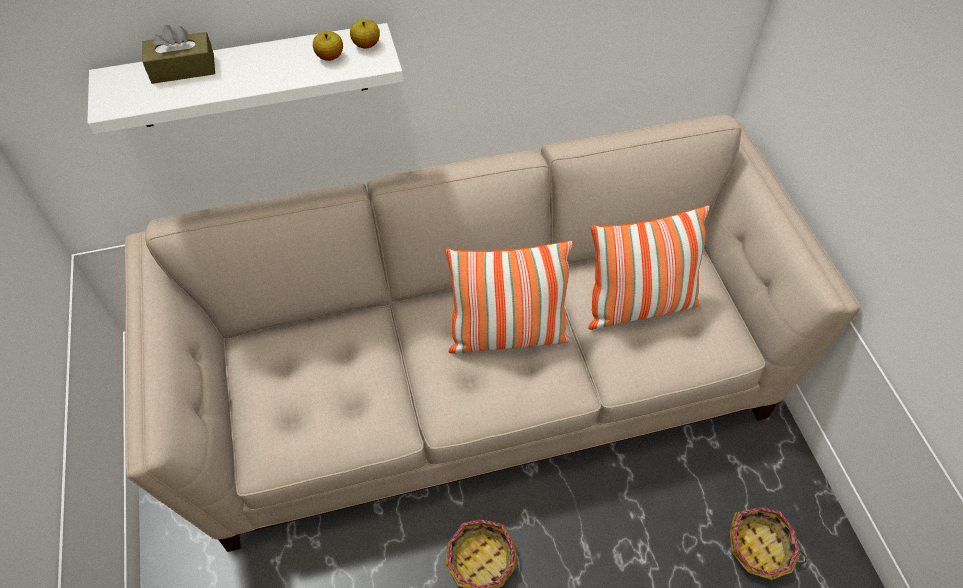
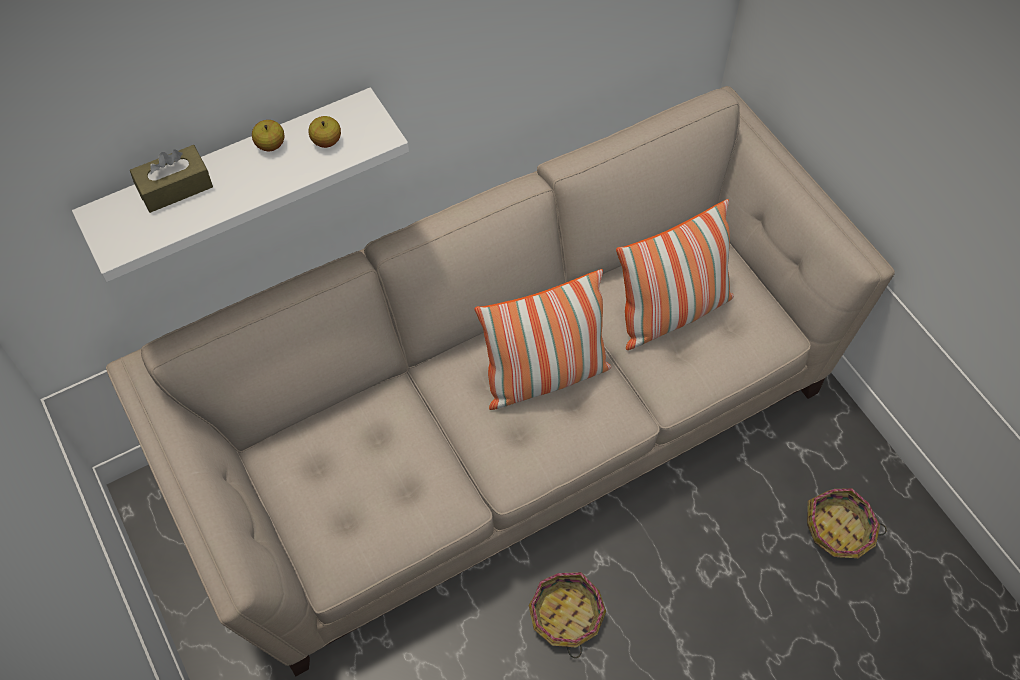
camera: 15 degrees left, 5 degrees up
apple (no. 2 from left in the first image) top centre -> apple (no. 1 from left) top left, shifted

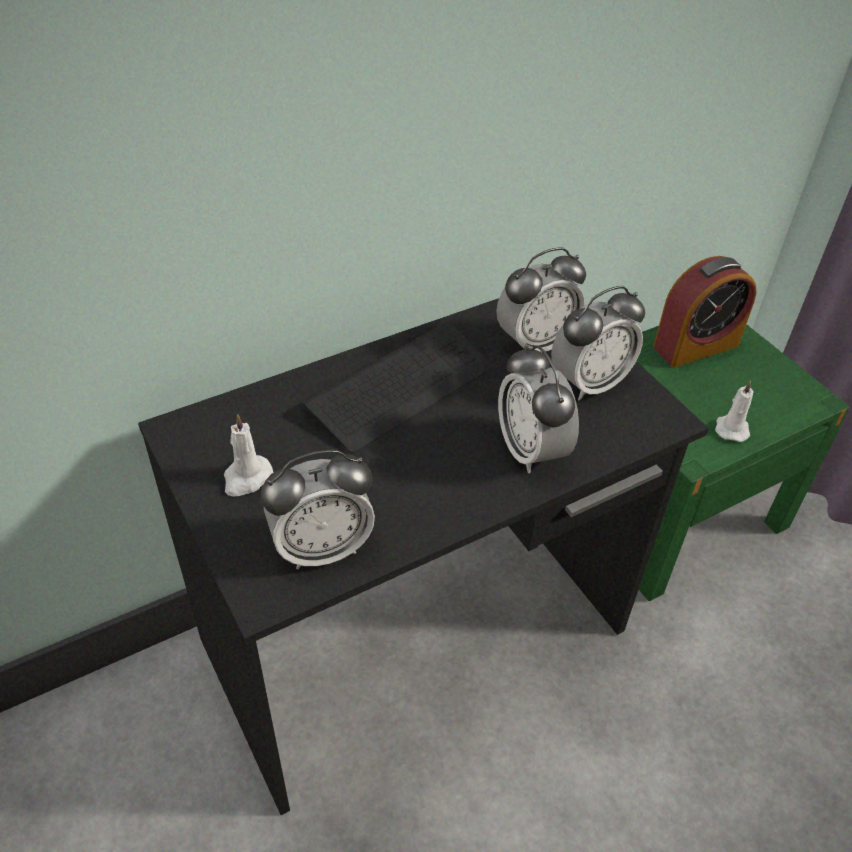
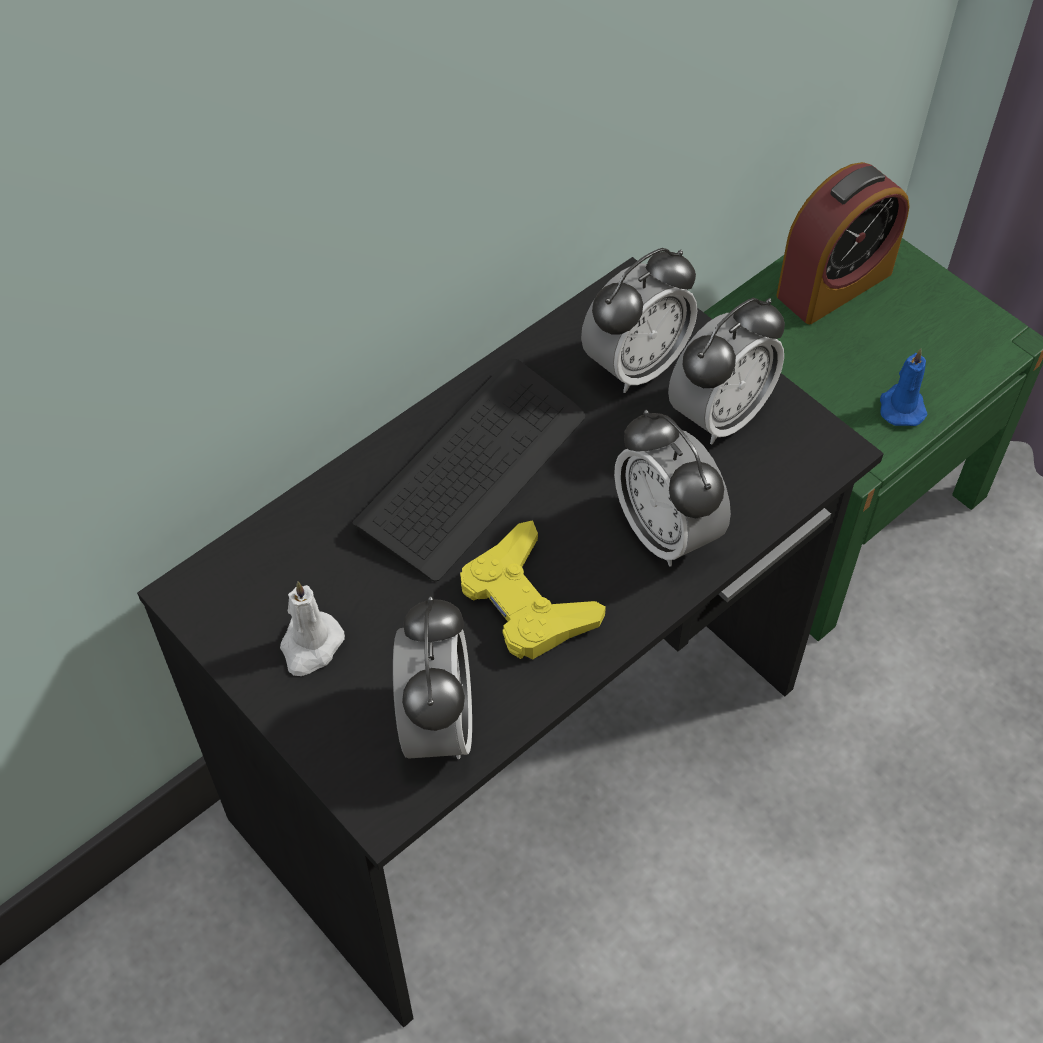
camera: 10 degrees left, 10 degrees up
alarm clock (no. 1 from left) centre, 60 degrees counterclockwise
candle (white) (no. 2 from left) middle right -> candle (blue) middle right
none -> game controller (yellow) centre

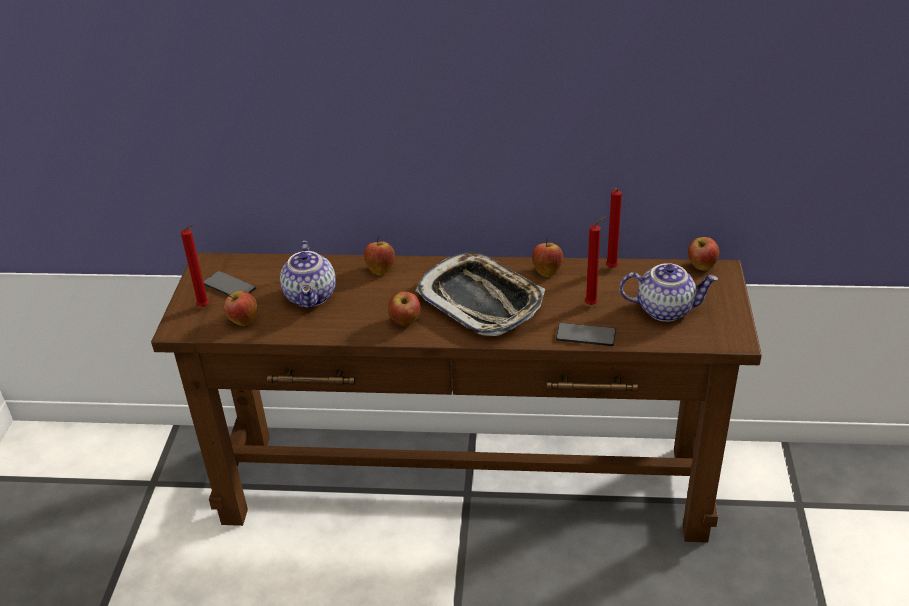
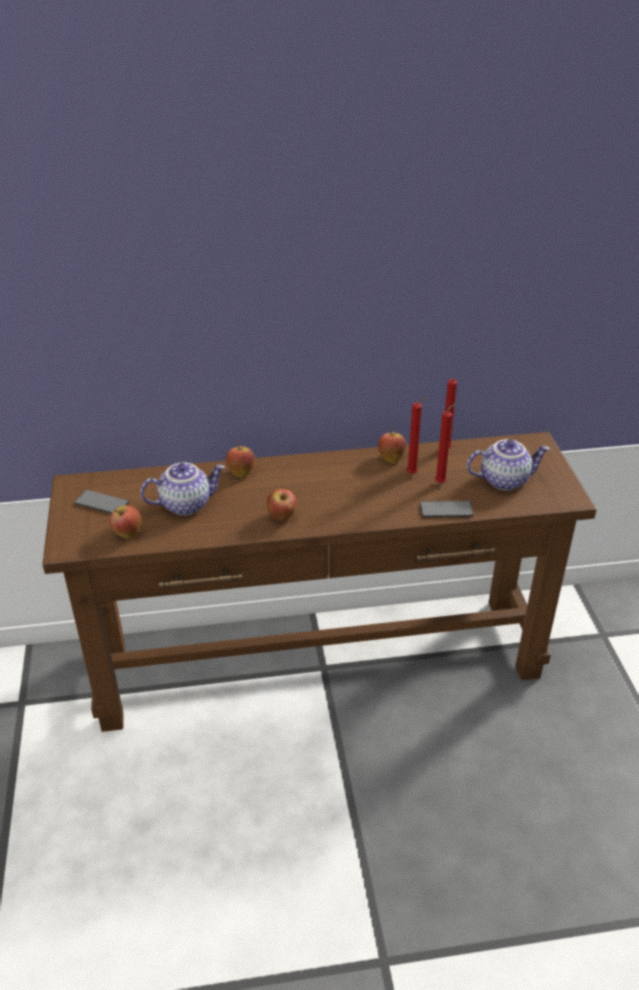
camera: 15 degrees left, 0 degrees up
candle (red) (no. 1 from left) middle left -> candle (red) (no. 1 from left) centre, shifted
teapot (no. 1 from left) centre -> teapot (no. 1 from left) middle left, 90 degrees counterclockwise
tray centre -> none
apple (no. 5 from left) middle right -> none

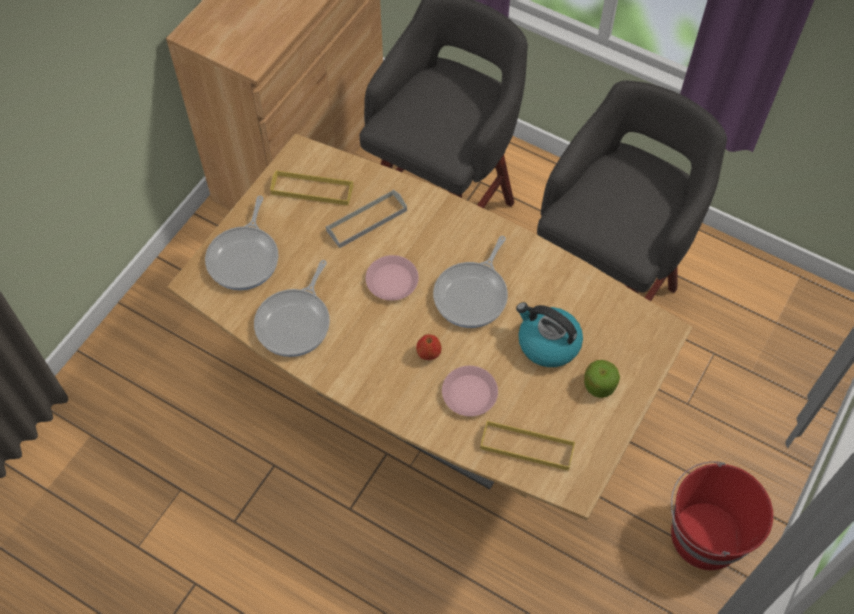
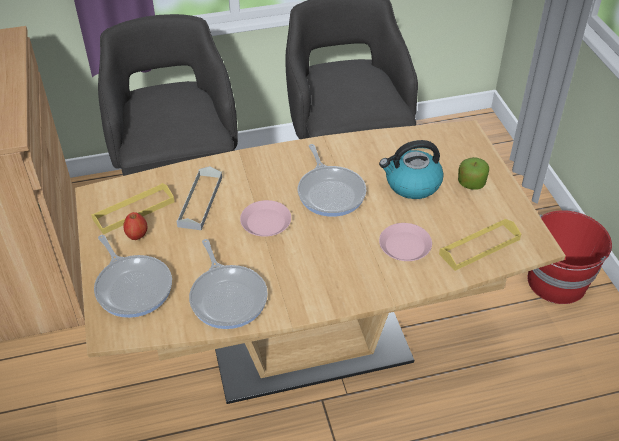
camera: 45 degrees left, 15 degrees down
apple (no. 1 from left) centre -> apple (no. 1 from left) middle left, shifted

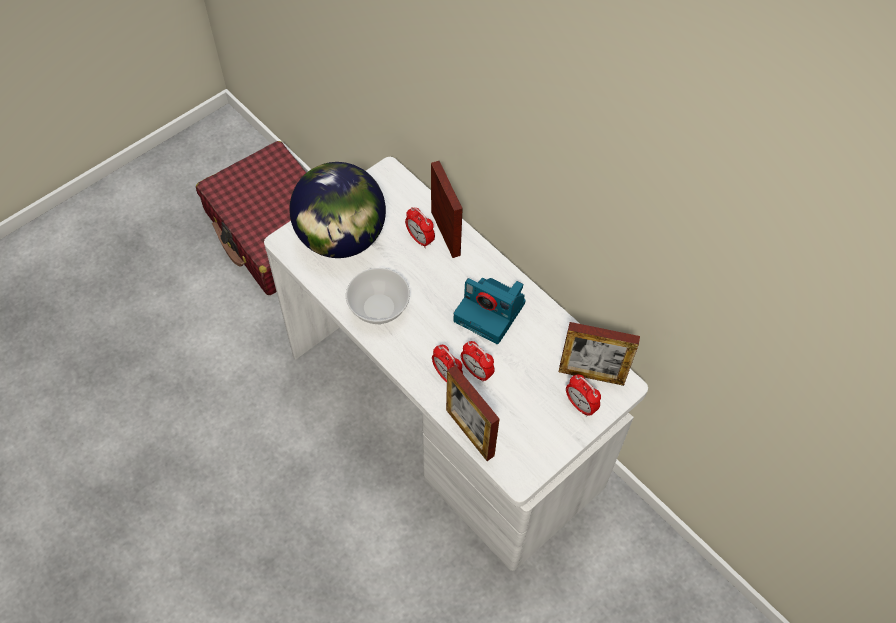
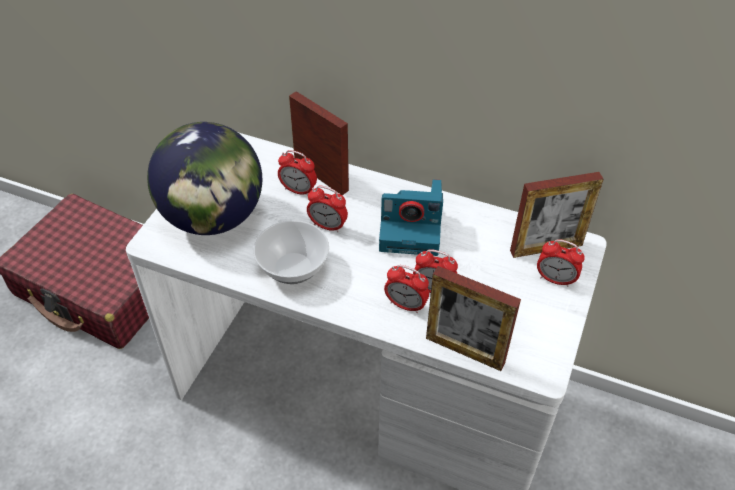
camera: 25 degrees left, 10 degrees down
none -> alarm clock (no. 2 from left) centre

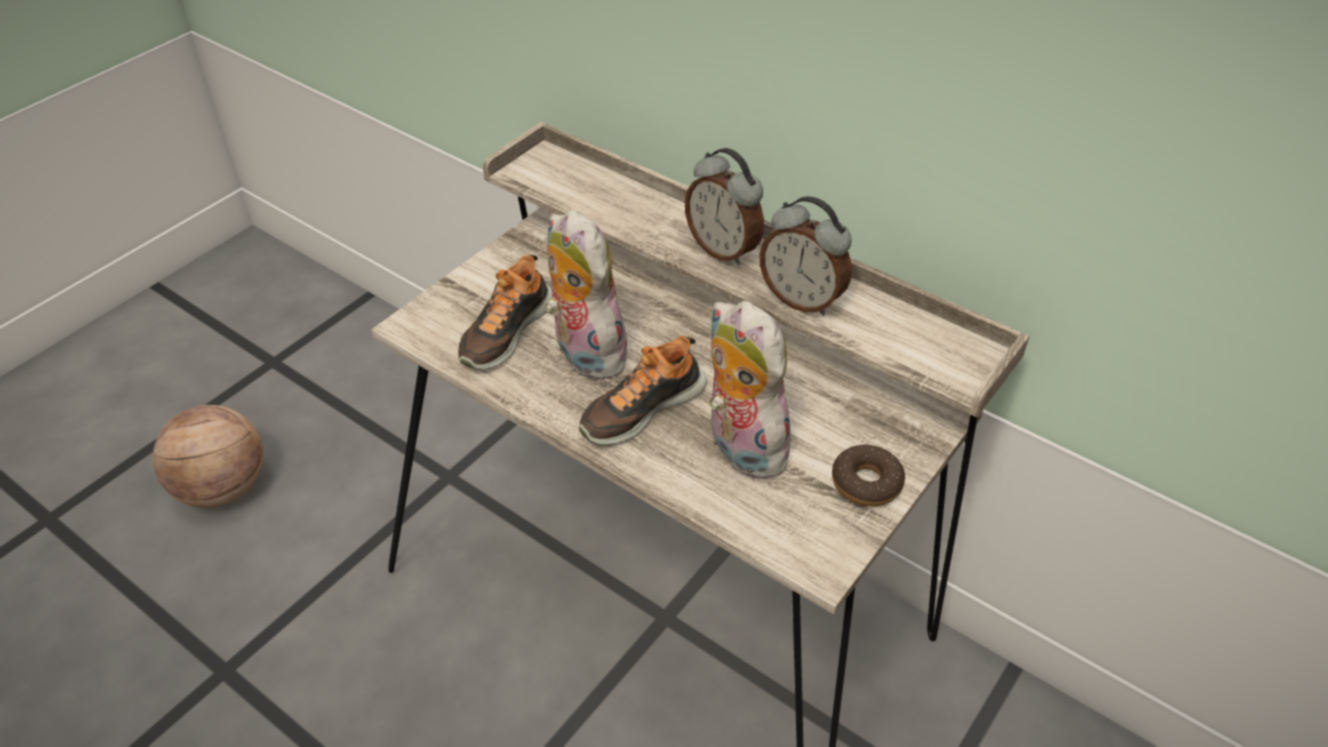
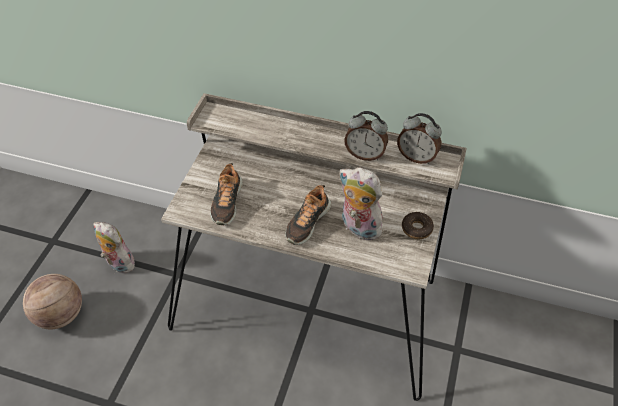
camera: 20 degrees left, 5 degrees up
plush toy (no. 1 from left) centre -> plush toy (no. 1 from left) middle left, shifted
alarm clock (no. 1 from left in the first image) top centre -> alarm clock (no. 2 from left) middle right, shifted

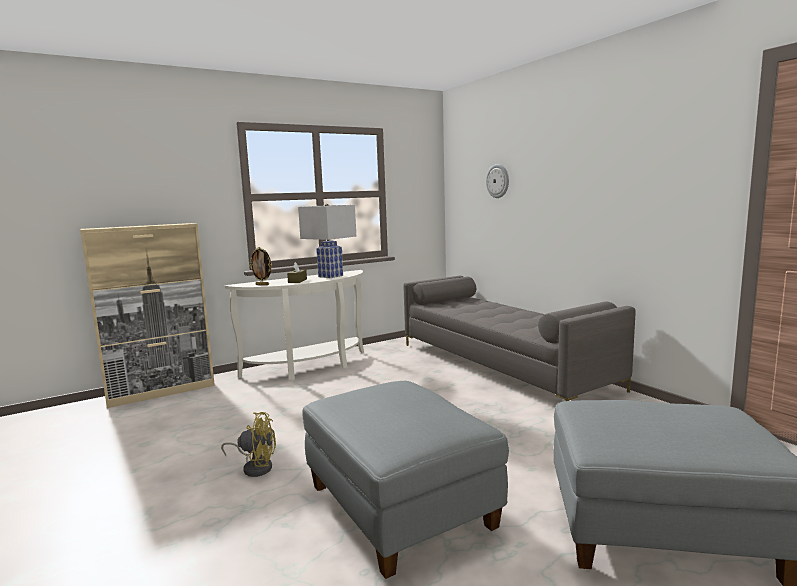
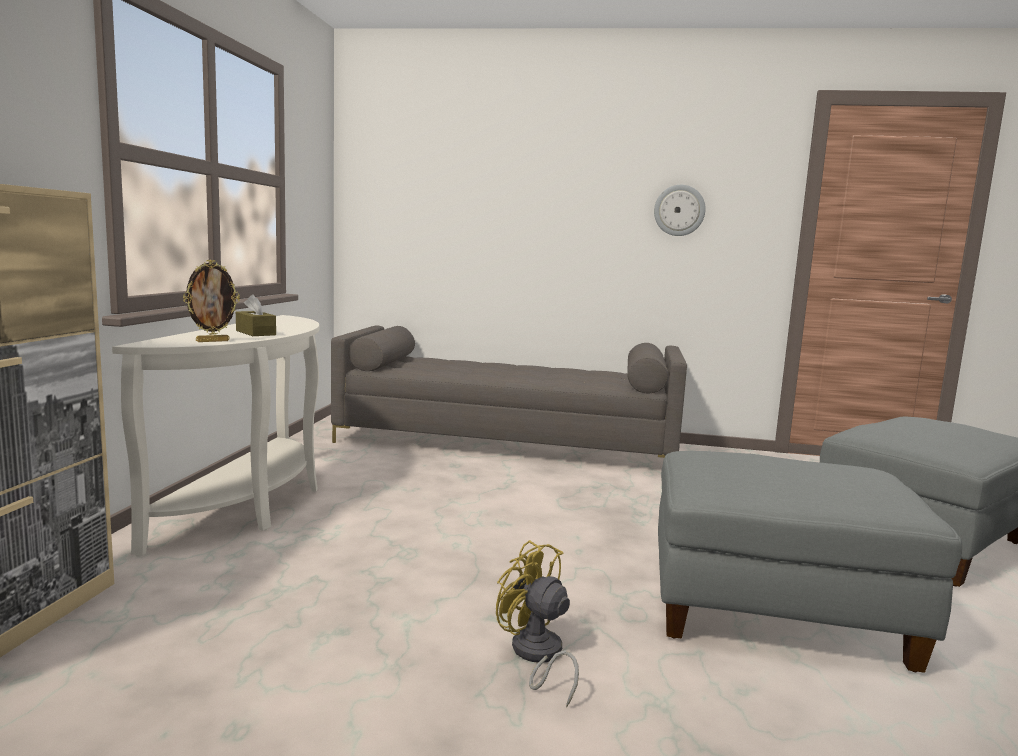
camera: 50 degrees left, 0 degrees up
fan (yellow) bottom left -> fan (yellow) bottom centre, 90 degrees counterclockwise
table lamp (white) centre -> none
wall clock top centre -> wall clock top right, shifted

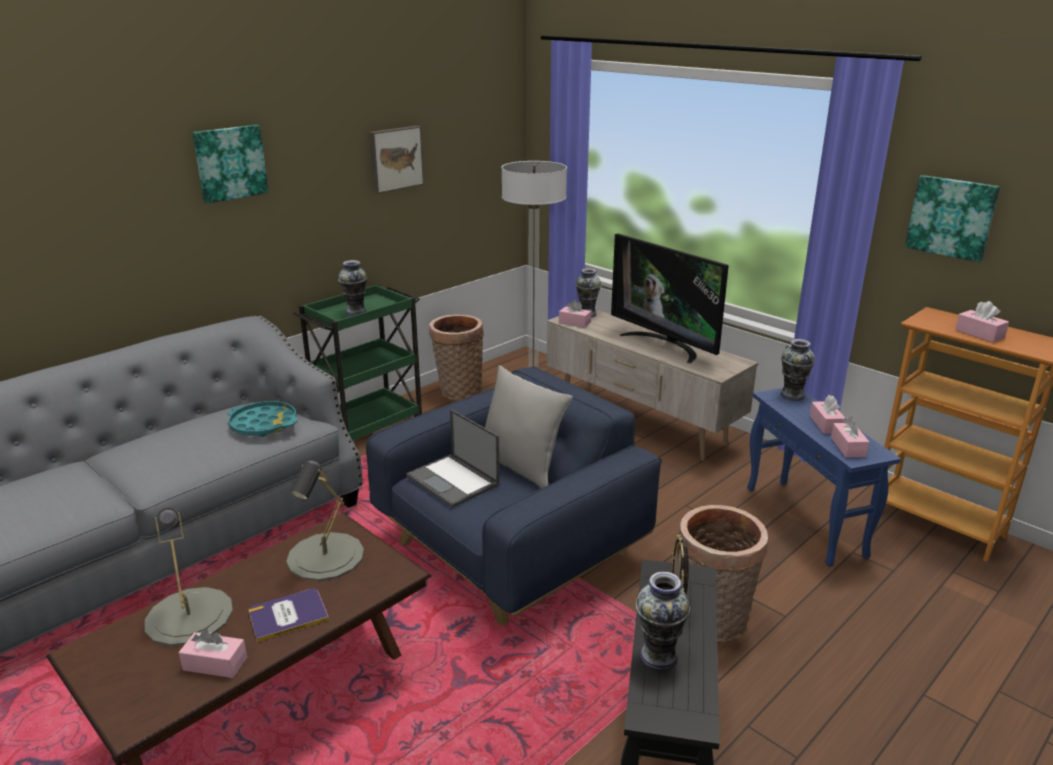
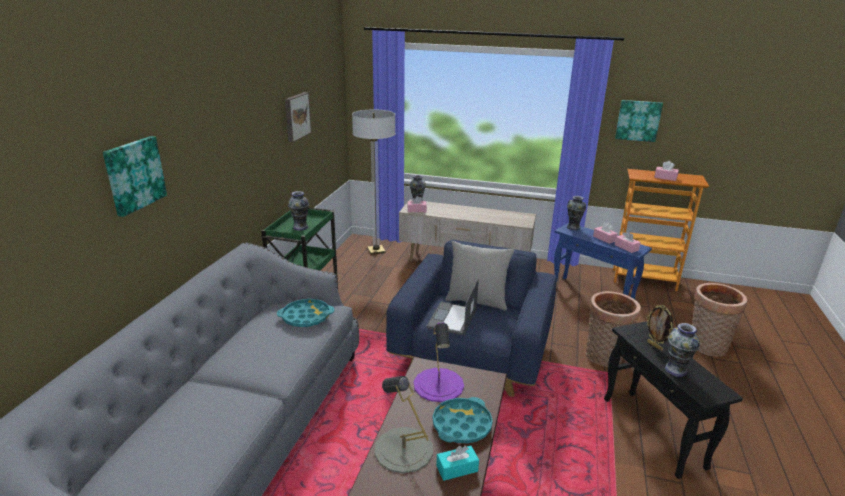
camera: 30 degrees left, 0 degrees up
tissue box (pink) (no. 1 from left) bottom left -> tissue box (turquoise) bottom centre
picture (no. 1 from left) top left -> picture (no. 1 from left) middle left, shifted
book bottom left -> tray (turquoise) (no. 2 from left) bottom centre
table lamp (grey) (no. 2 from left) bottom left -> table lamp (purple) bottom centre
laptop centre, 90 degrees clockwise
basket (no. 1 from left in the first image) centre -> basket (no. 2 from left) middle right, shifted
television centre -> none

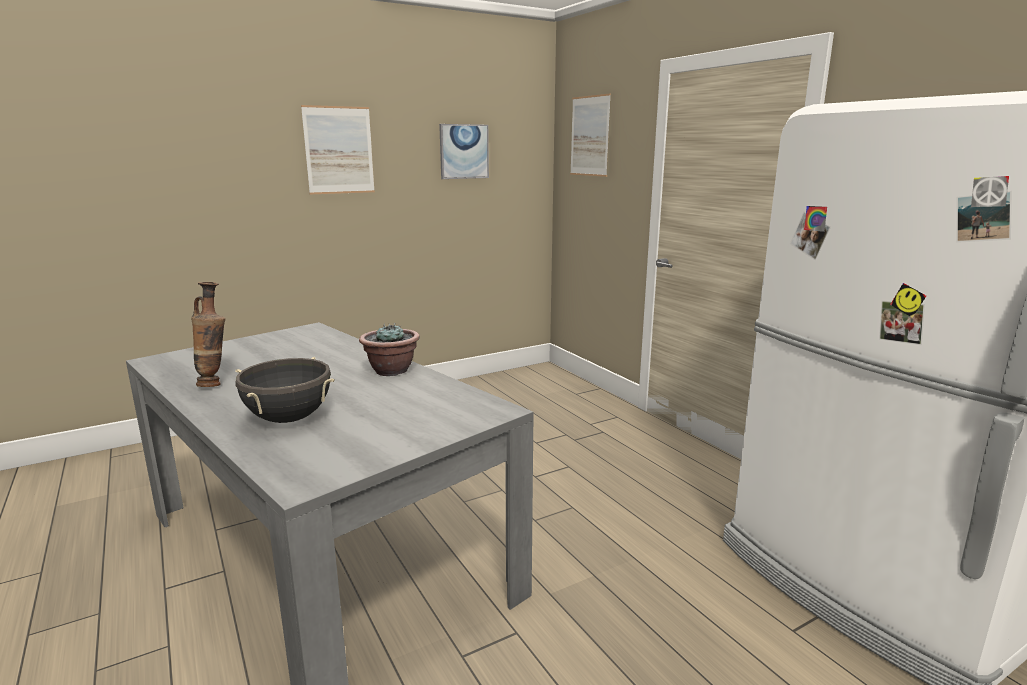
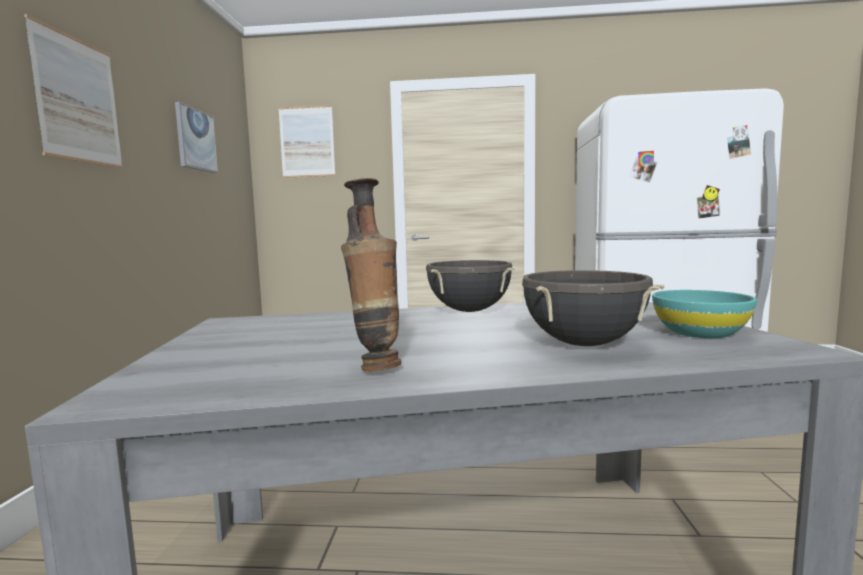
camera: 55 degrees left, 10 degrees down
potted plant centre -> cooking pot (black) (no. 1 from left) centre
none -> bowl (turquoise) middle right

